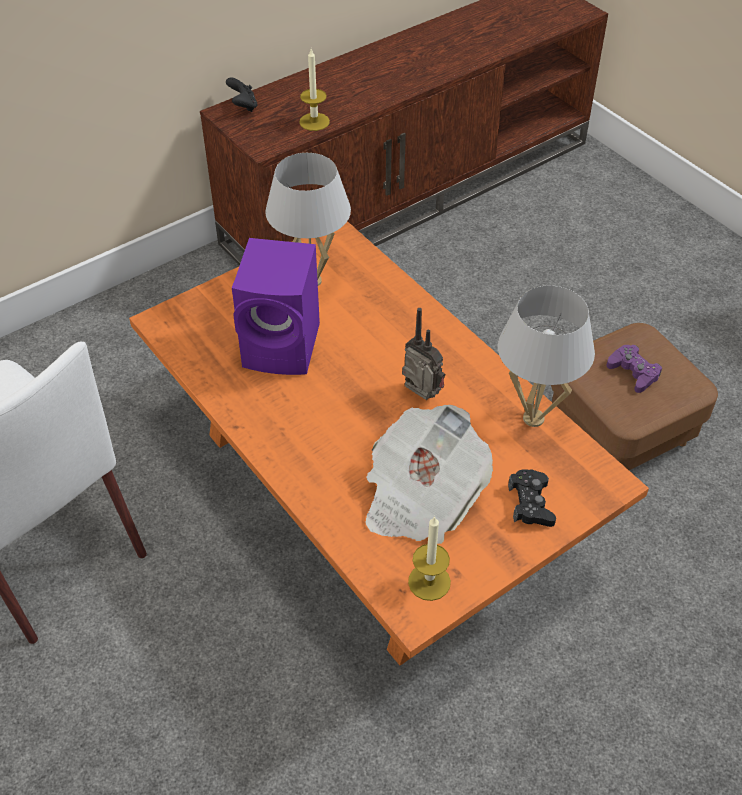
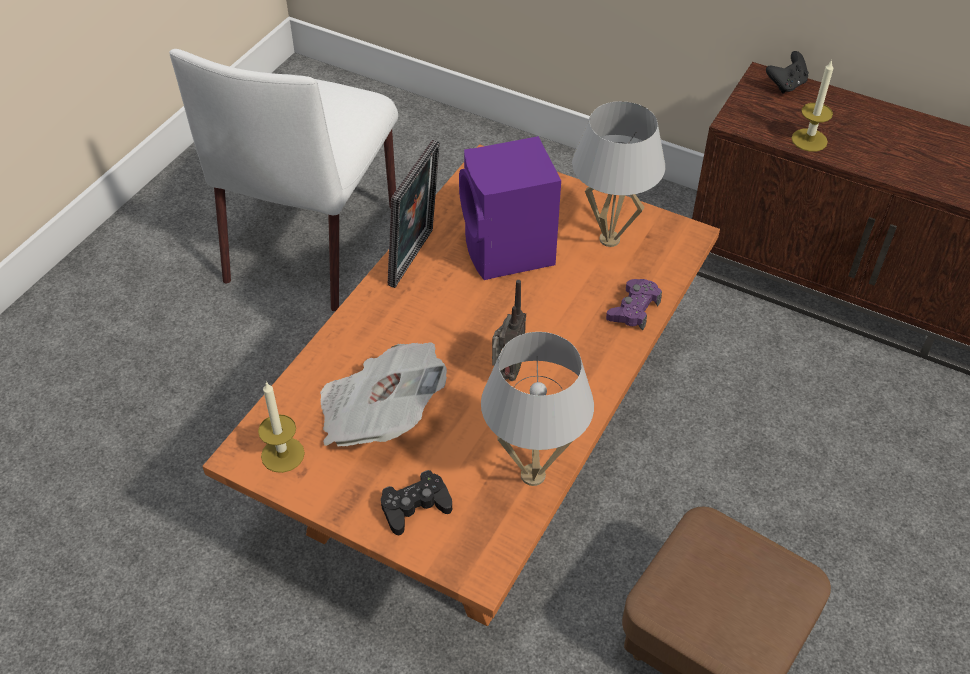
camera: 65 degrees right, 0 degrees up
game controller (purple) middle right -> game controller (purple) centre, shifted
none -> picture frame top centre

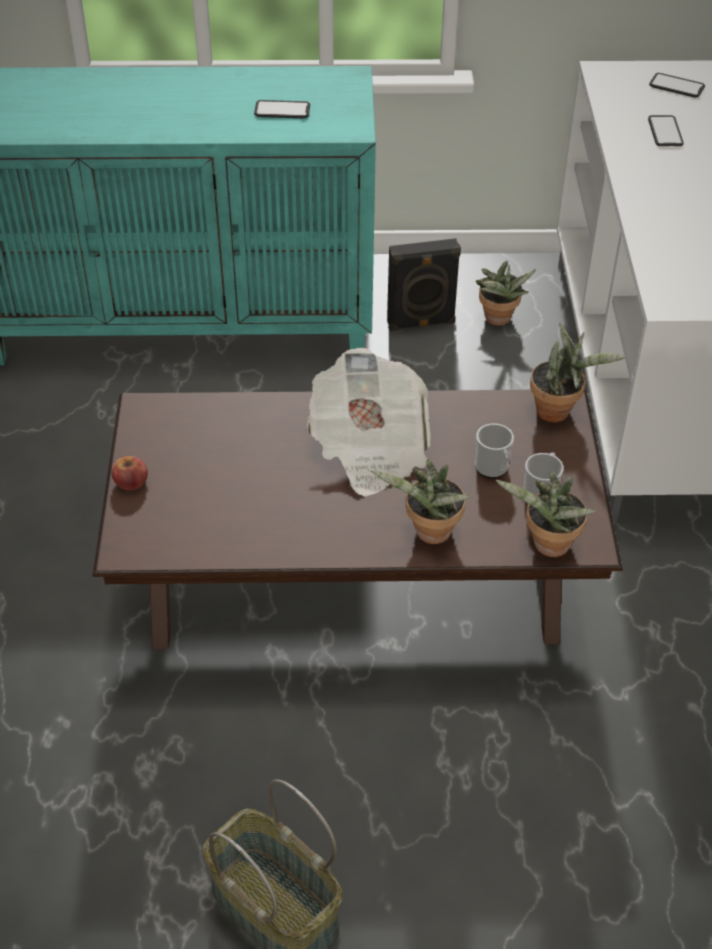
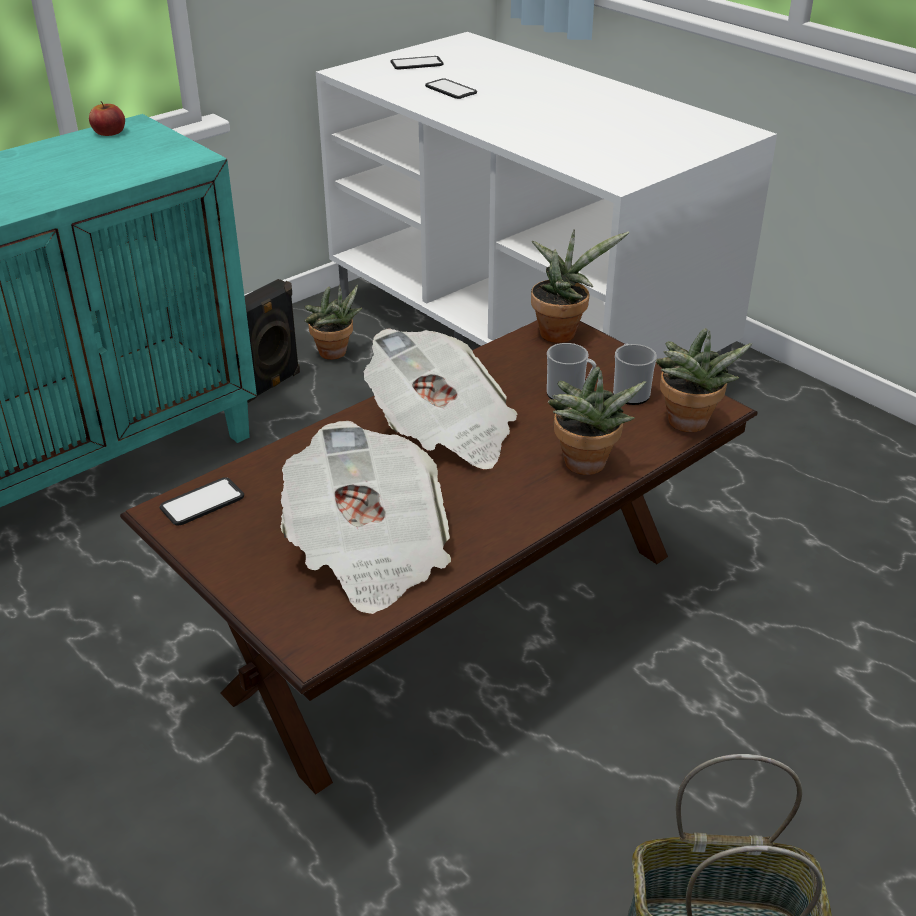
camera: 40 degrees left, 10 degrees down
apple middle left -> apple top left, shifted
phone (no. 1 from left) top centre -> phone (no. 1 from left) middle left, shifted
none -> newspaper (no. 1 from left) centre

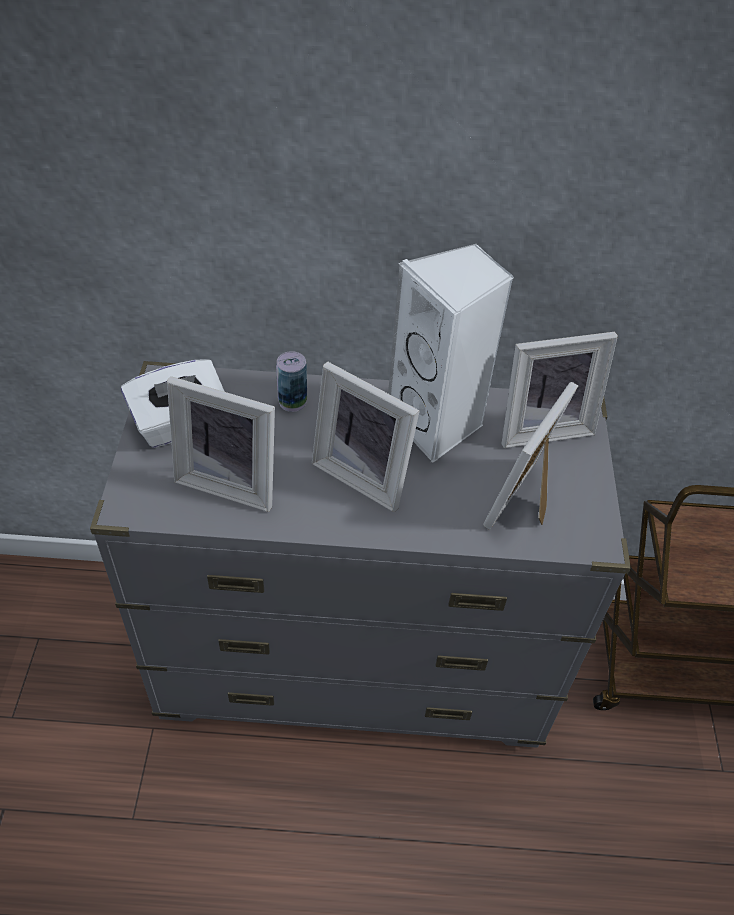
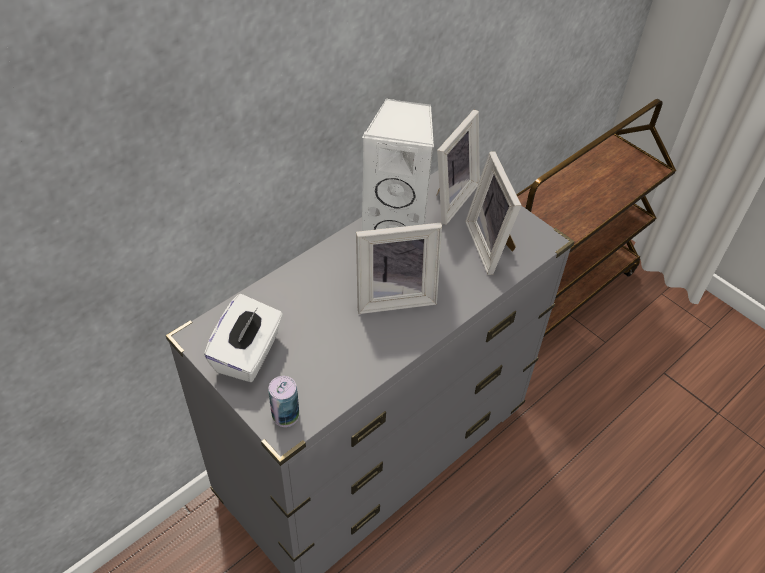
camera: 45 degrees left, 0 degrees up
picture frame (no. 1 from left) middle left -> none
can centre -> can bottom centre, shifted

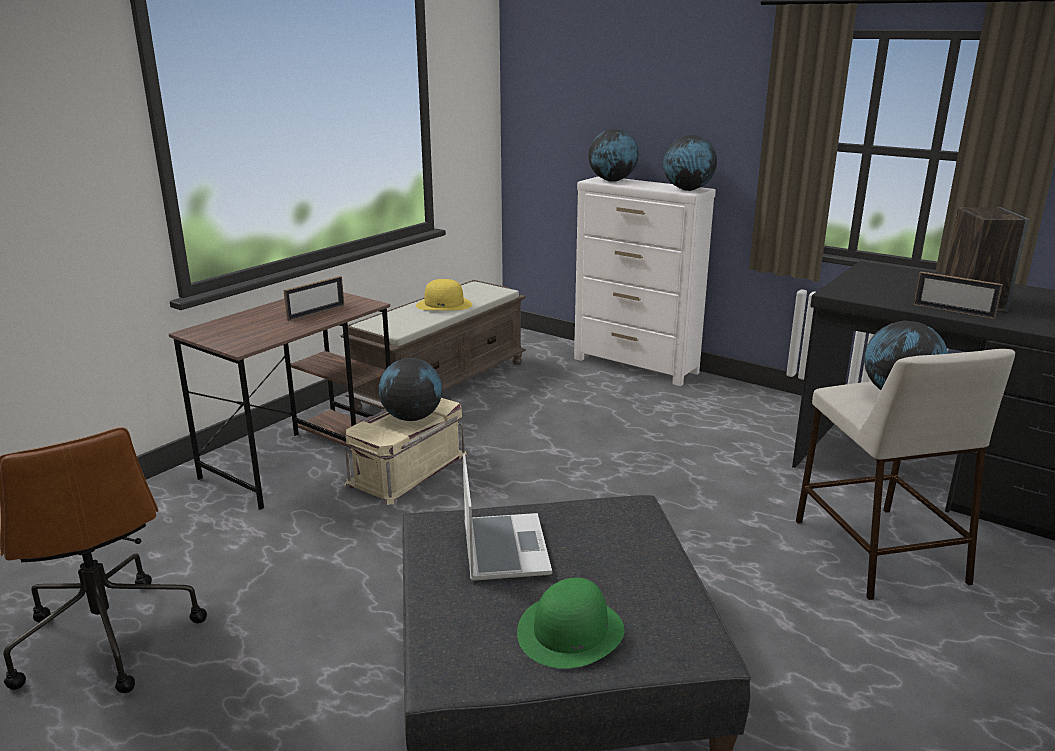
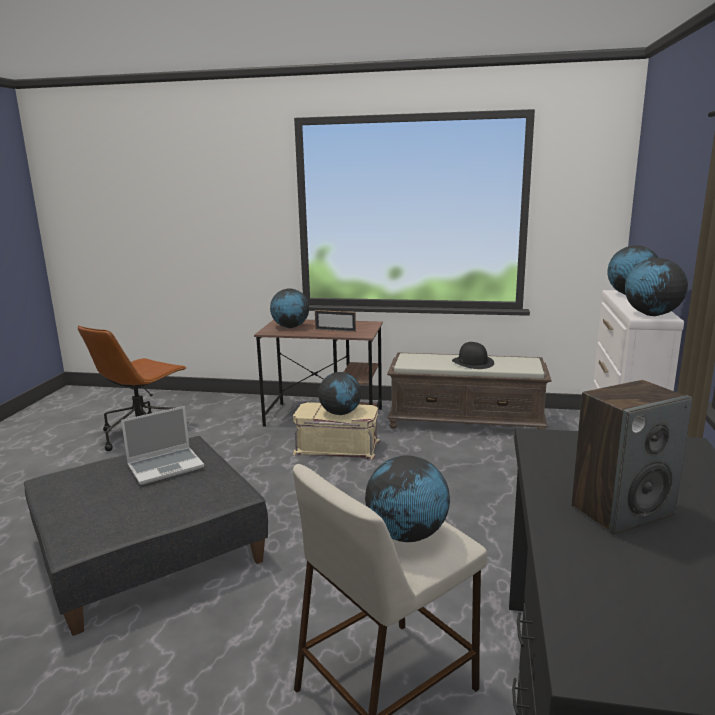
camera: 65 degrees right, 5 degrees down
hat (yellow) centre -> hat (black) centre
hat (green) bottom centre -> none
picture frame (no. 2 from left) middle right -> none
none -> globe (no. 1 from left) centre

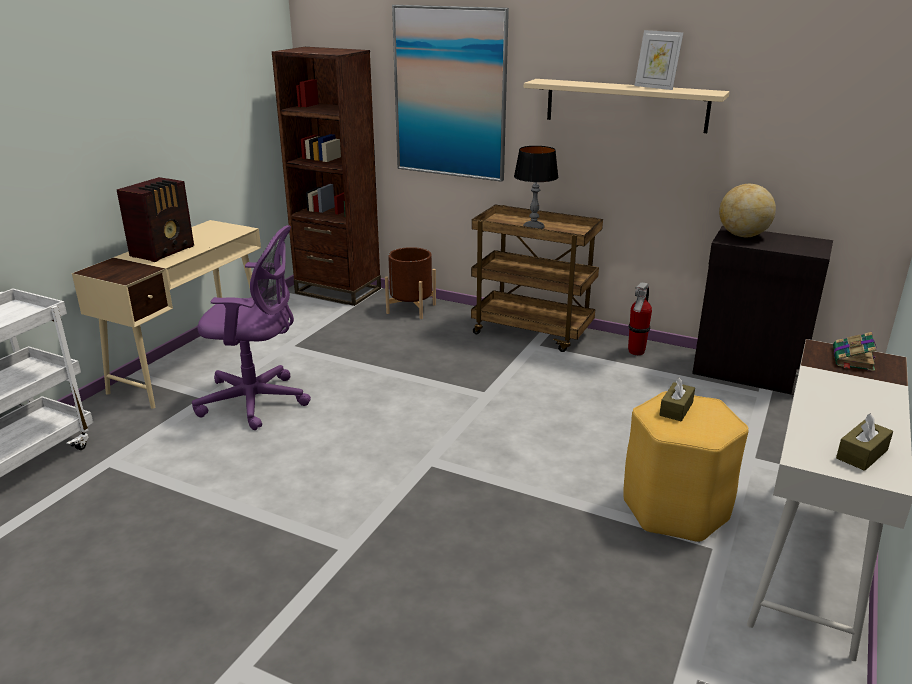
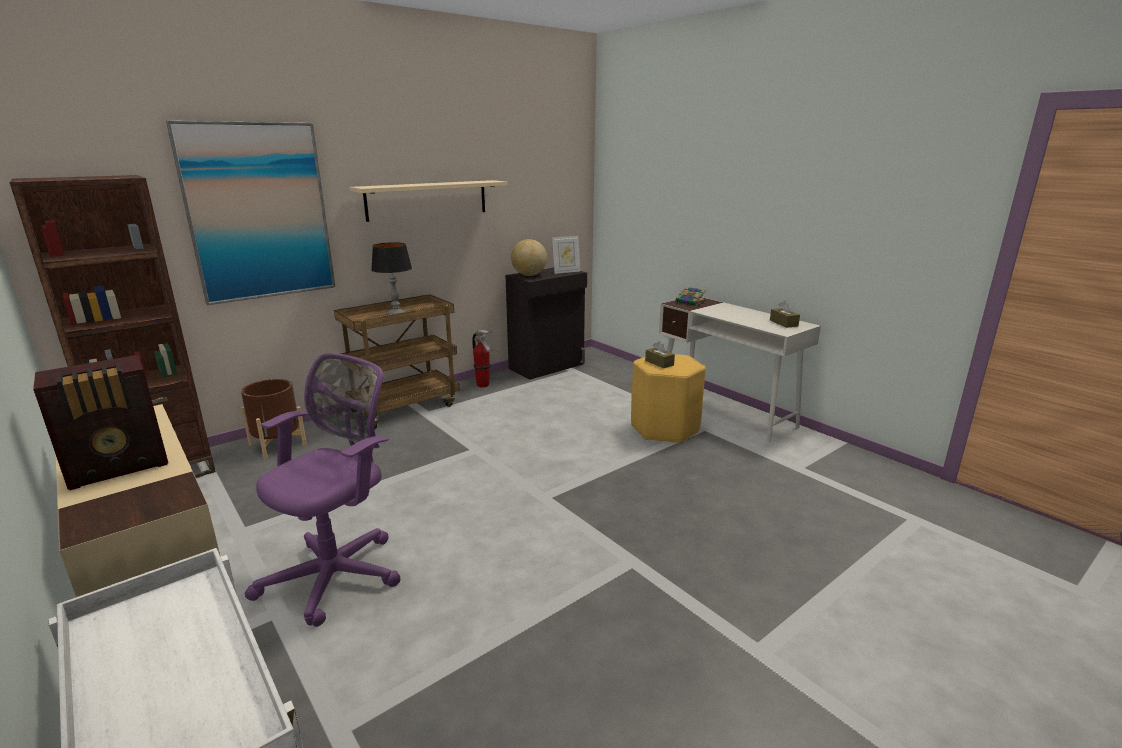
camera: 65 degrees left, 5 degrees down
radio top left -> radio middle left, 90 degrees clockwise
picture frame top right -> picture frame centre, shifted

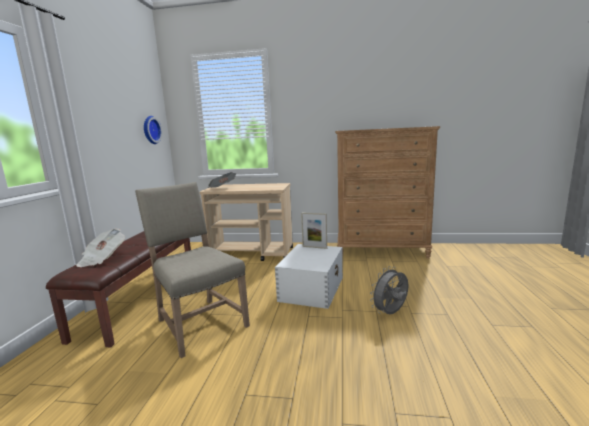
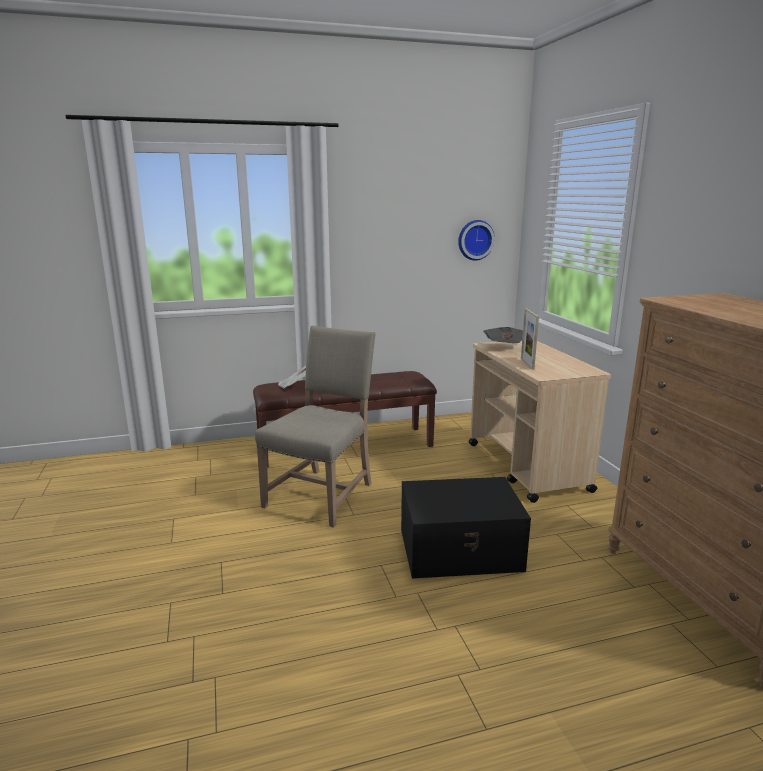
camera: 65 degrees right, 5 degrees up
storage box (white) centre -> storage box (black) bottom centre
picture frame centre -> picture frame middle right, shifted
fan (grey) bottom centre -> none

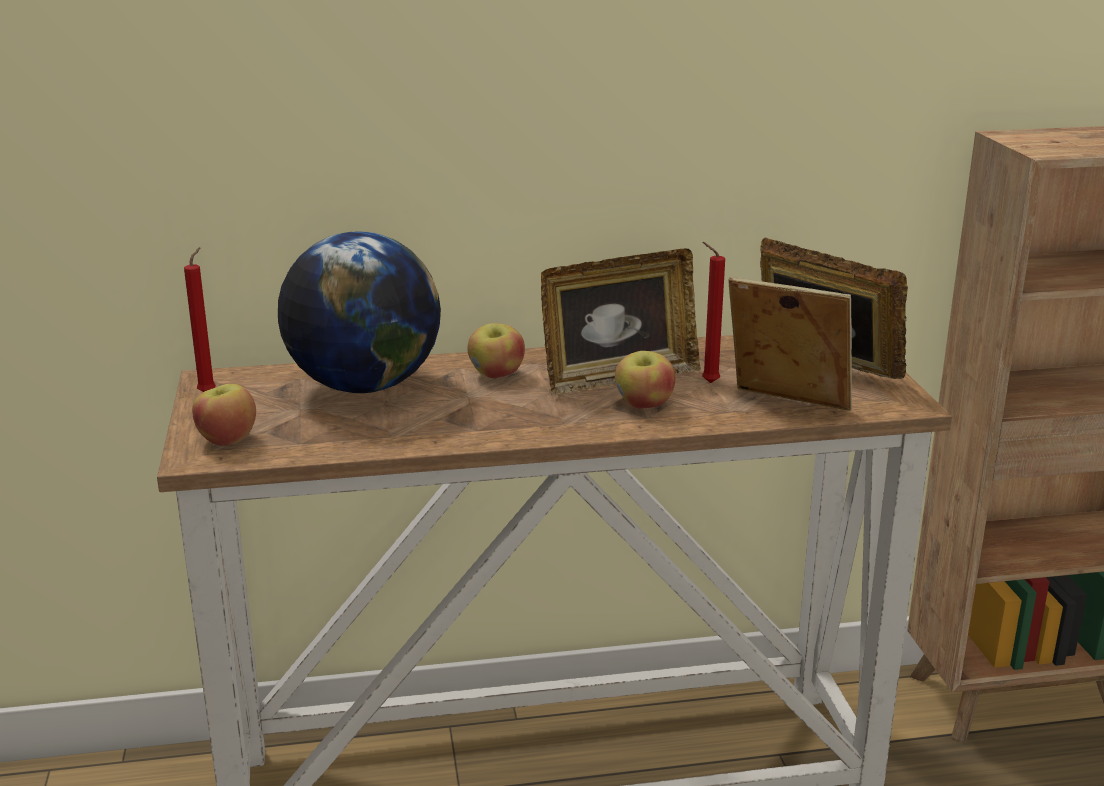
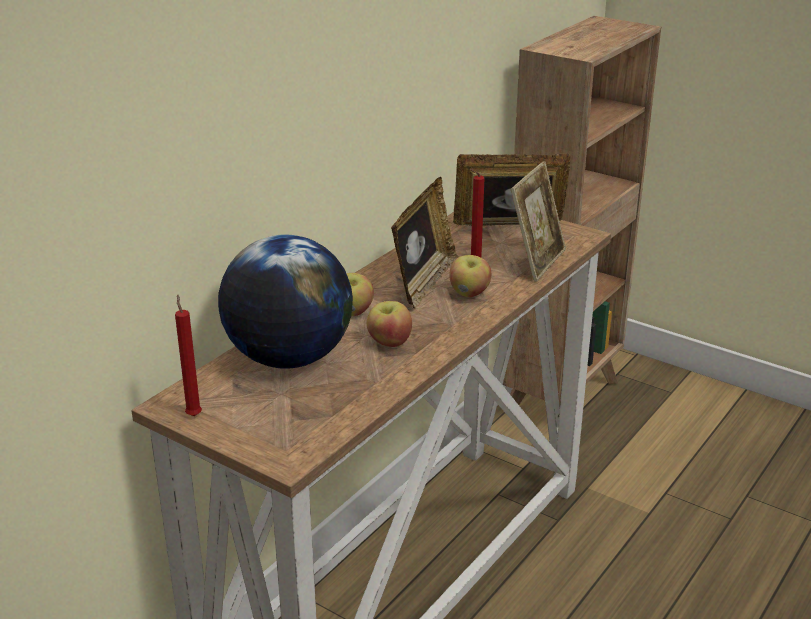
camera: 45 degrees left, 5 degrees up
apple (no. 1 from left in the first image) middle left -> apple (no. 2 from left) centre, shifted
picture frame (no. 2 from left in the first image) middle right -> picture frame (no. 3 from left) centre, 135 degrees clockwise

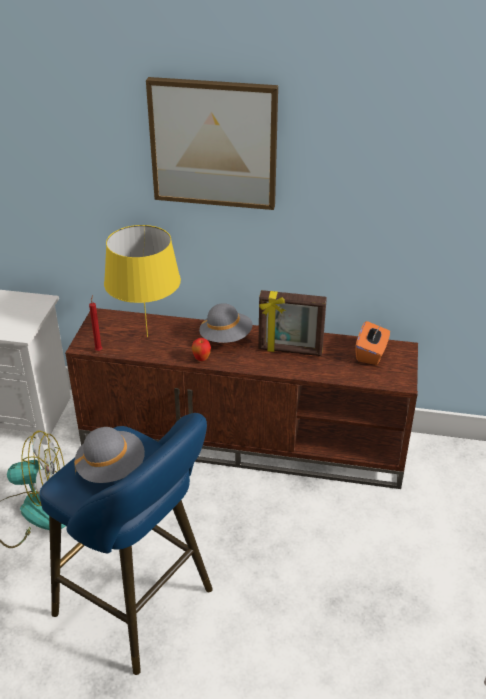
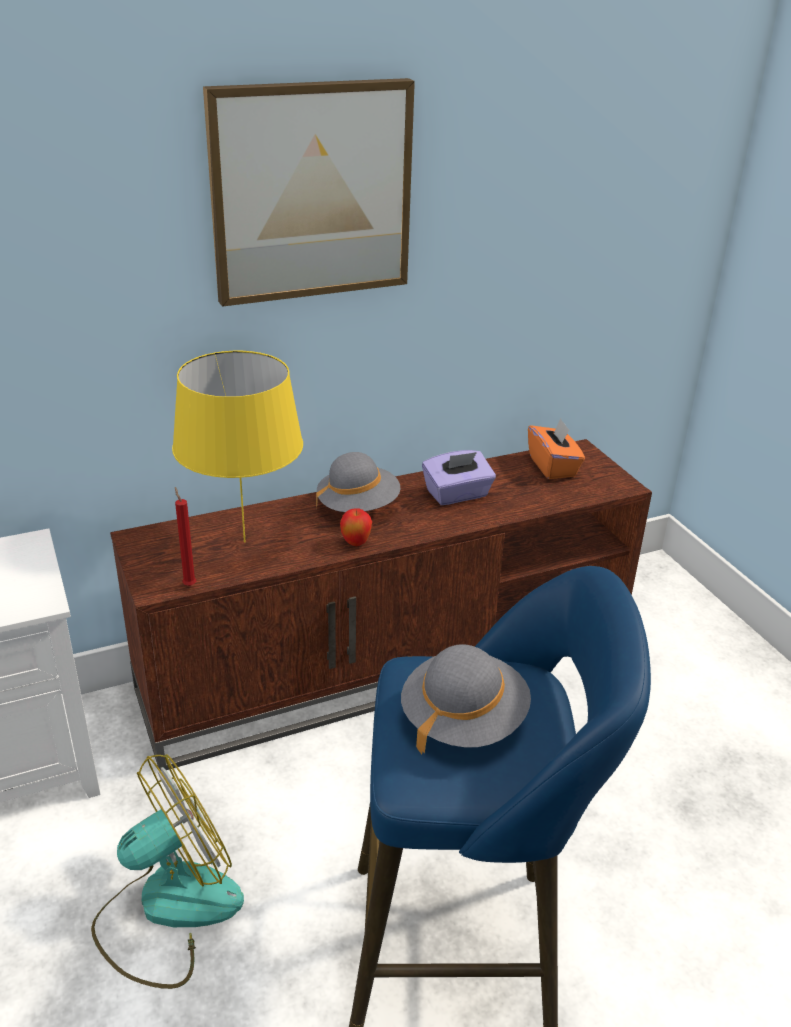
camera: 35 degrees left, 5 degrees down
picture frame centre -> tissue box (purple) centre

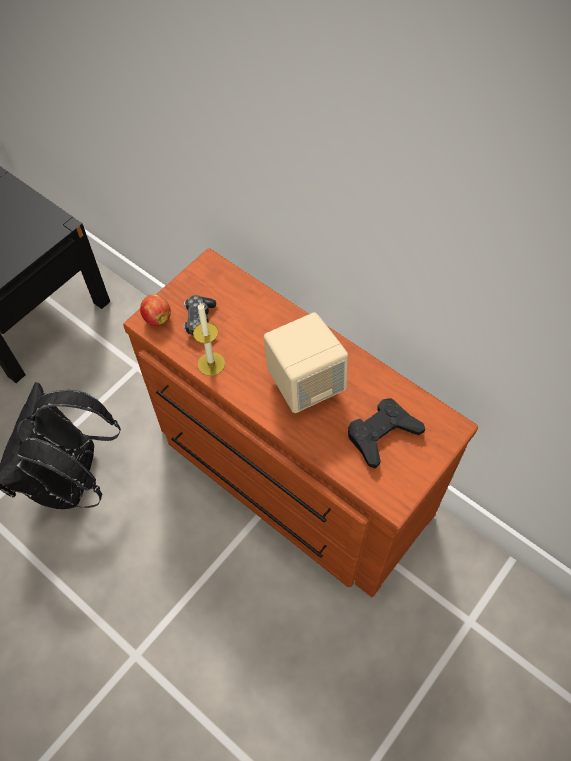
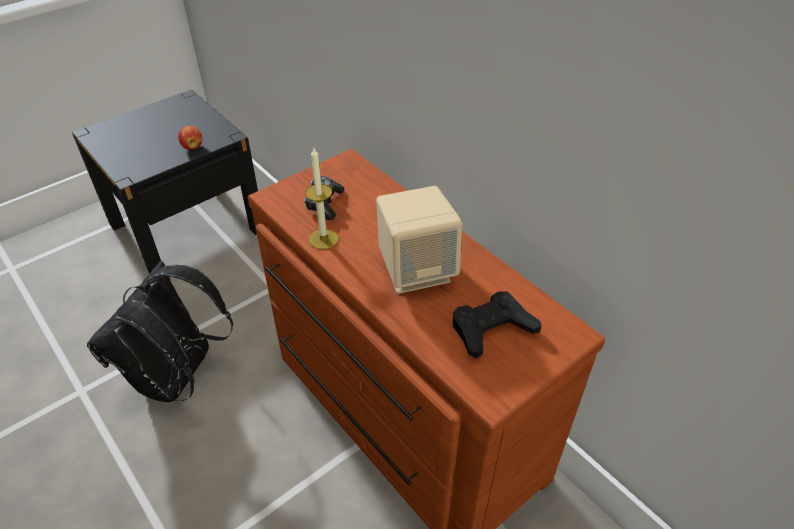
camera: 10 degrees right, 15 degrees down
apple middle left -> apple top left, shifted

